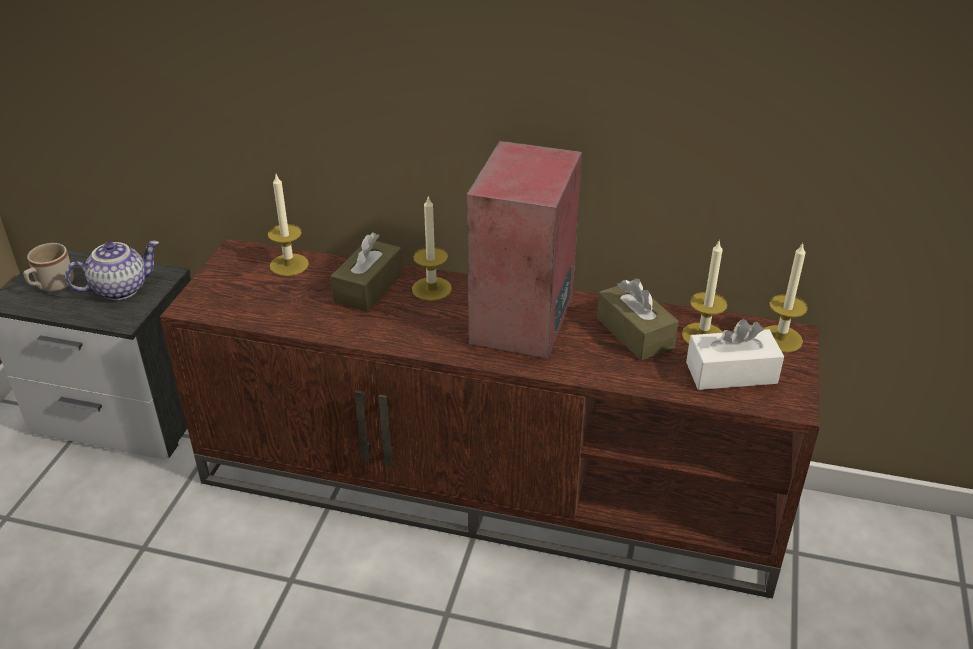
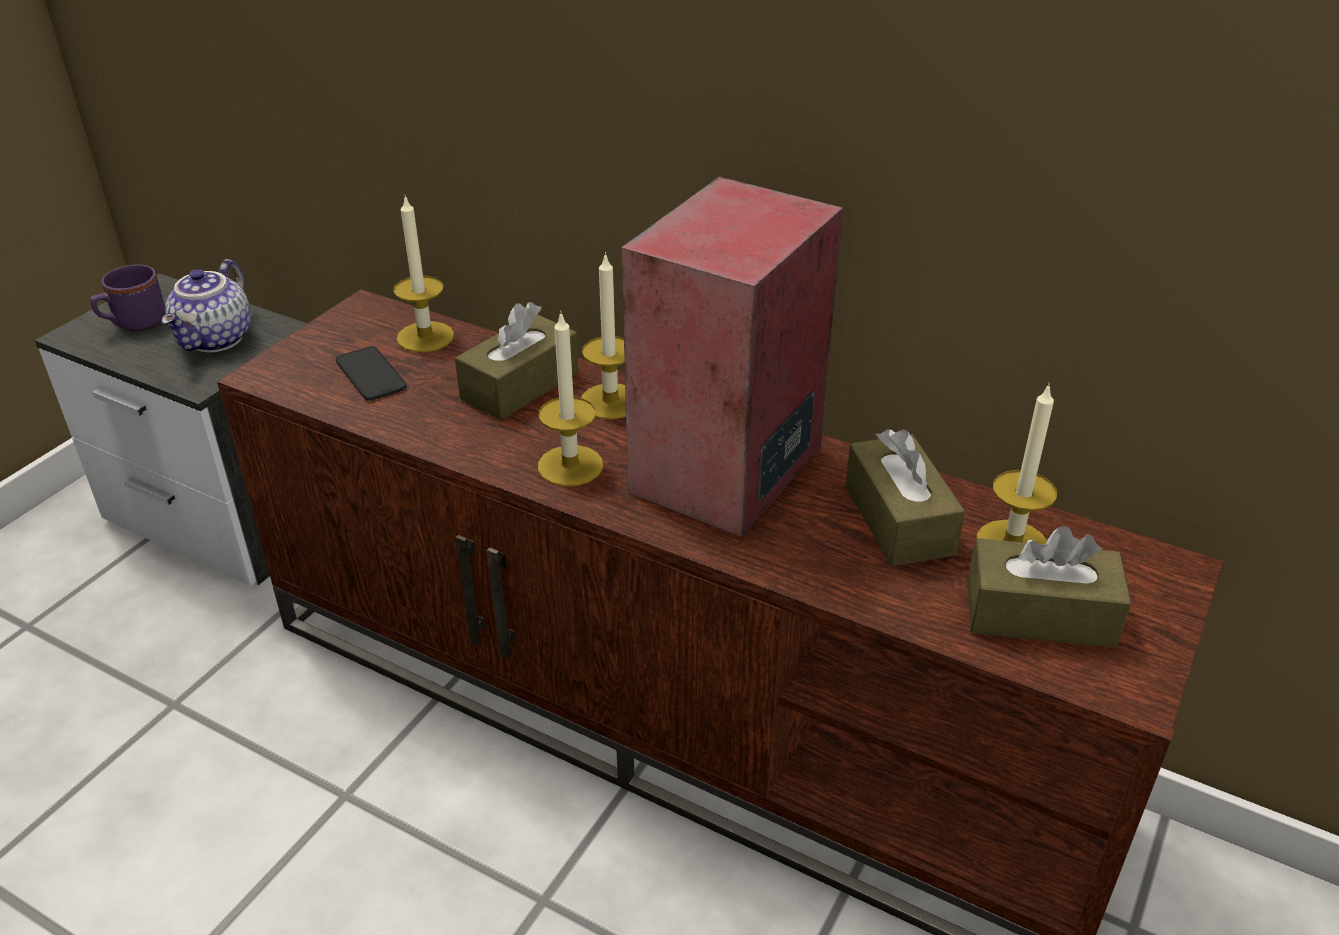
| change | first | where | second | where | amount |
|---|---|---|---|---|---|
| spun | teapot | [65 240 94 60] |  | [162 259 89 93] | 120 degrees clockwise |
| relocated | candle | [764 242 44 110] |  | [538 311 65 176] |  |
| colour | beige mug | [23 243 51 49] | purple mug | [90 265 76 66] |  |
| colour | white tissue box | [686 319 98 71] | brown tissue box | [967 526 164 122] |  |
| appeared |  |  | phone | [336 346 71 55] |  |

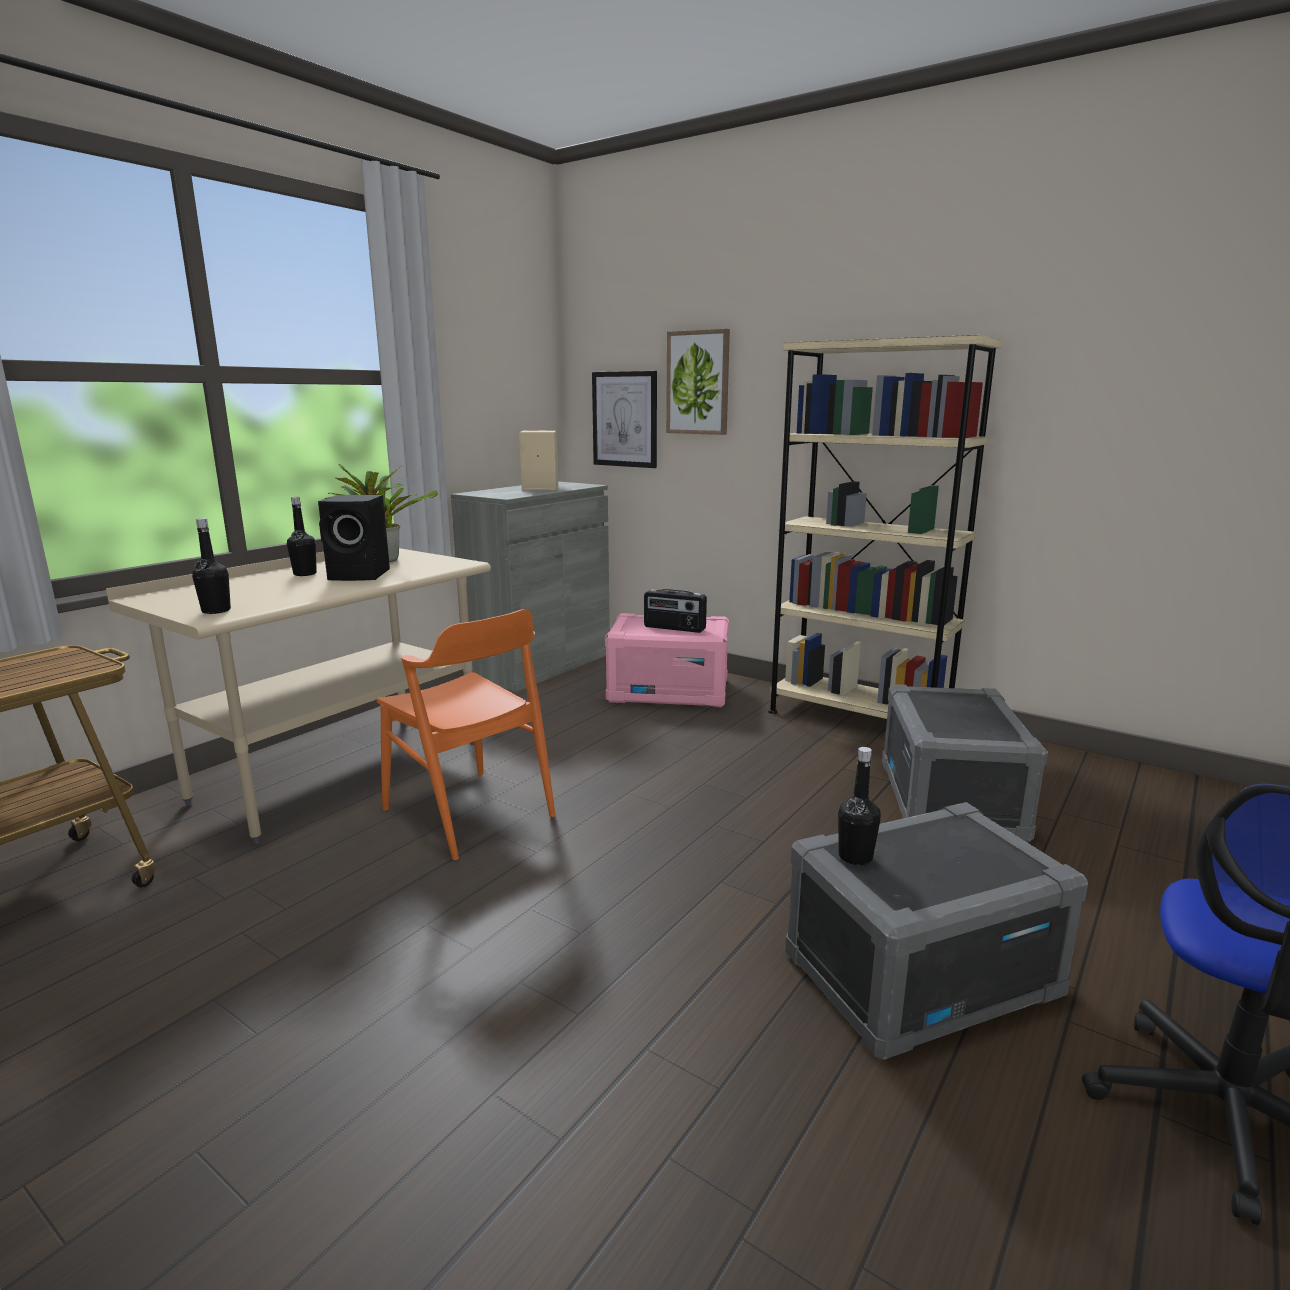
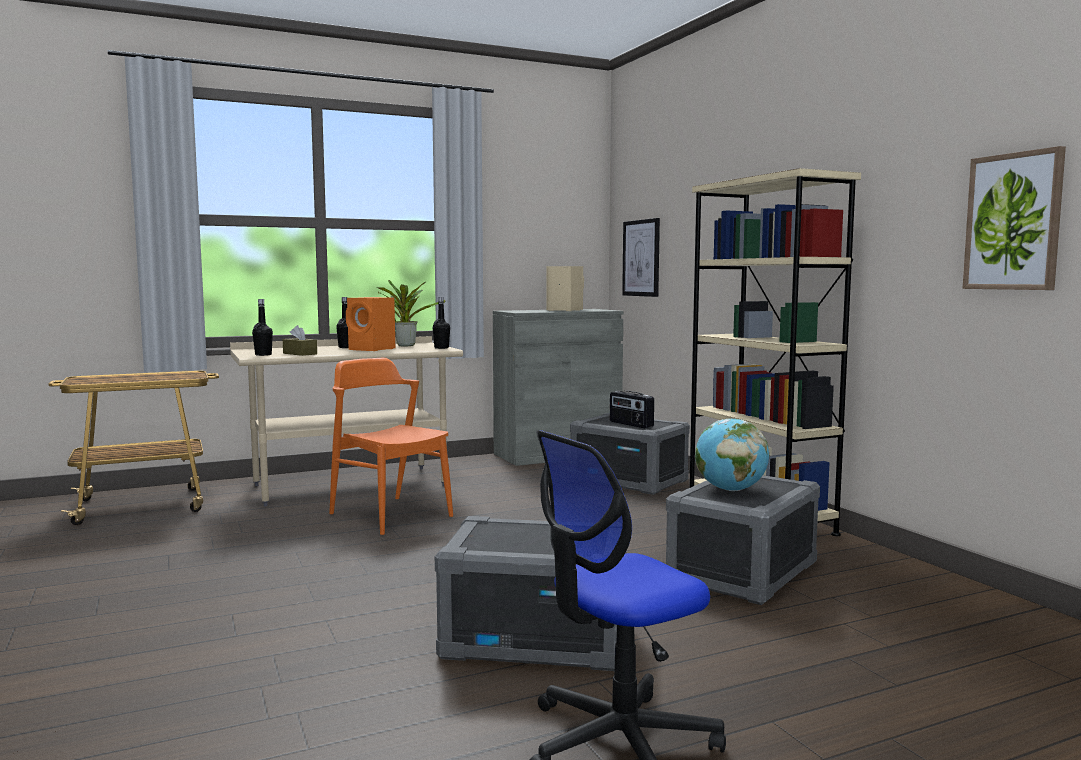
| change | first | where | second | where | amount |
|---|---|---|---|---|---|
| relocated | picture | [666 329 64 106] |  | [962 146 104 144] |  |
| colour | black speaker | [318 495 72 86] | orange speaker | [346 297 49 54] |  |
| spun | orange chair | [377 609 178 251] |  | [329 358 124 177] | 150 degrees clockwise |
| colour | pink storage box | [605 613 124 95] | grey storage box | [570 413 120 82] |  |
| relocated | black bottle | [838 747 43 118] |  | [433 297 17 52] |  |
| appeared |  |  | brown tissue box | [283 325 34 31] |  |
| appeared |  |  | globe | [695 419 74 72] |  |

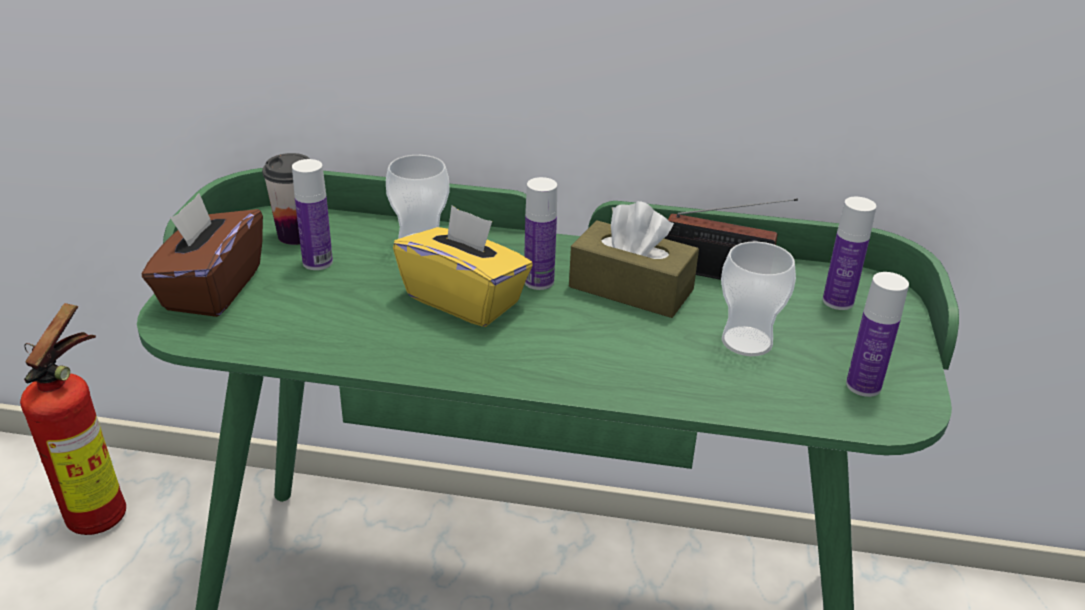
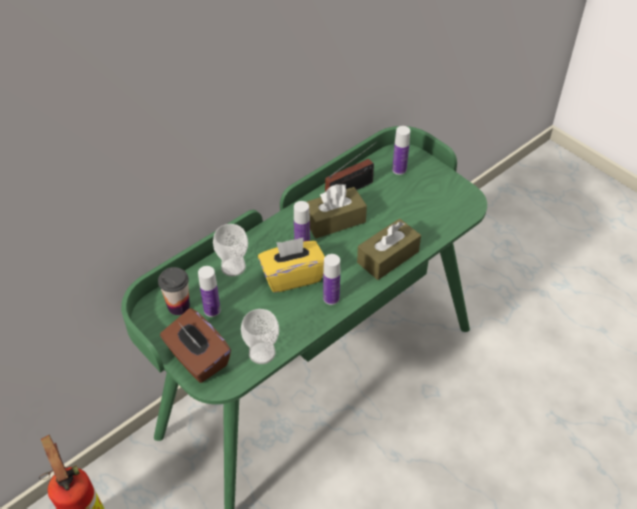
| change | first | where | second | where | amount |
|---|---|---|---|---|---|
| relocated | cup | [721 242 75 114] |  | [241 309 38 55] |  |
| relocated | bottle | [846 272 63 125] |  | [323 254 17 51] |  |
| appeared |  |  | brown tissue box | [357 219 64 61] |  |

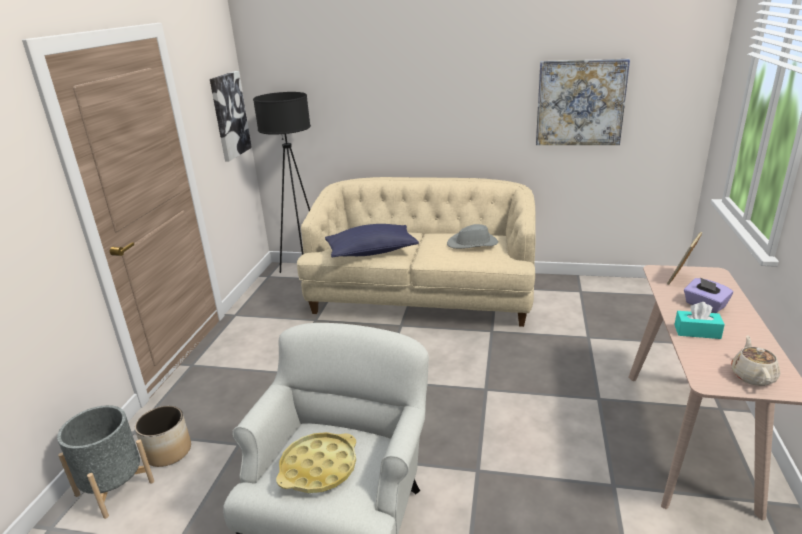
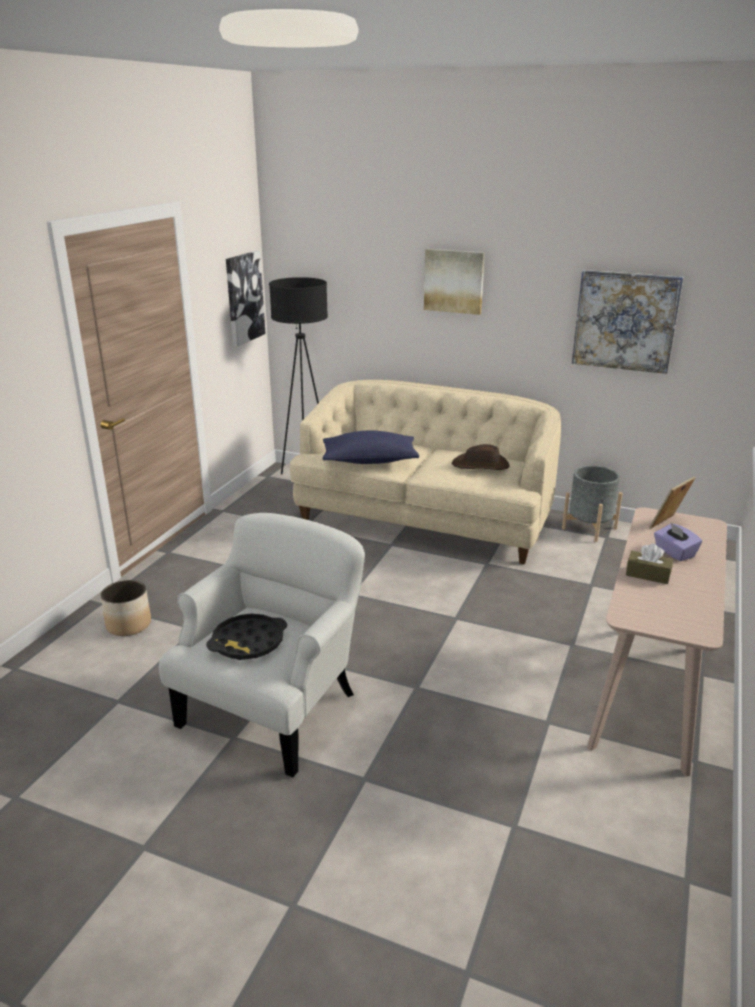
| change | first | where | second | where | amount |
|---|---|---|---|---|---|
| colour | grey hat | [447 224 51 25] | brown hat | [452 444 58 26] |  |
| colour | turquoise tissue box | [674 302 51 37] | brown tissue box | [626 544 47 40] |  |
| missing | beige teapot | [731 335 49 51] |  |  |  |
| relocated | grey planter | [57 405 97 114] |  | [562 466 61 76] |  |
| colour | yellow tray | [276 432 80 61] | black tray | [206 614 81 46] |  |
| appeared |  |  | picture | [424 249 61 66] |  |

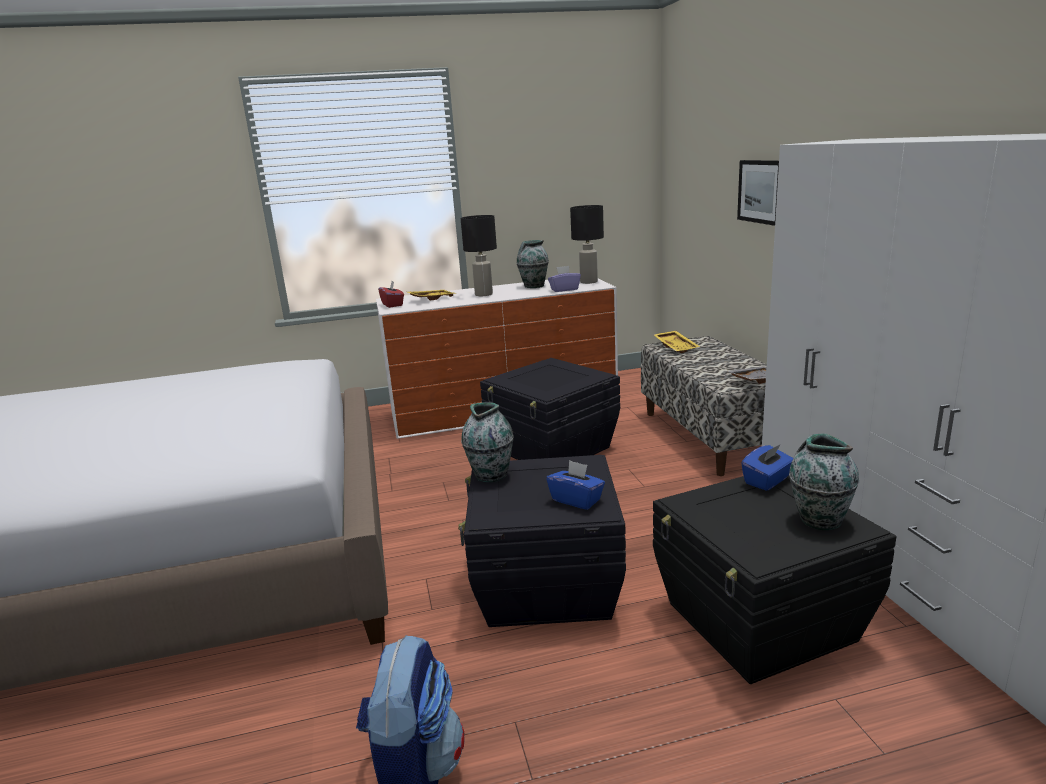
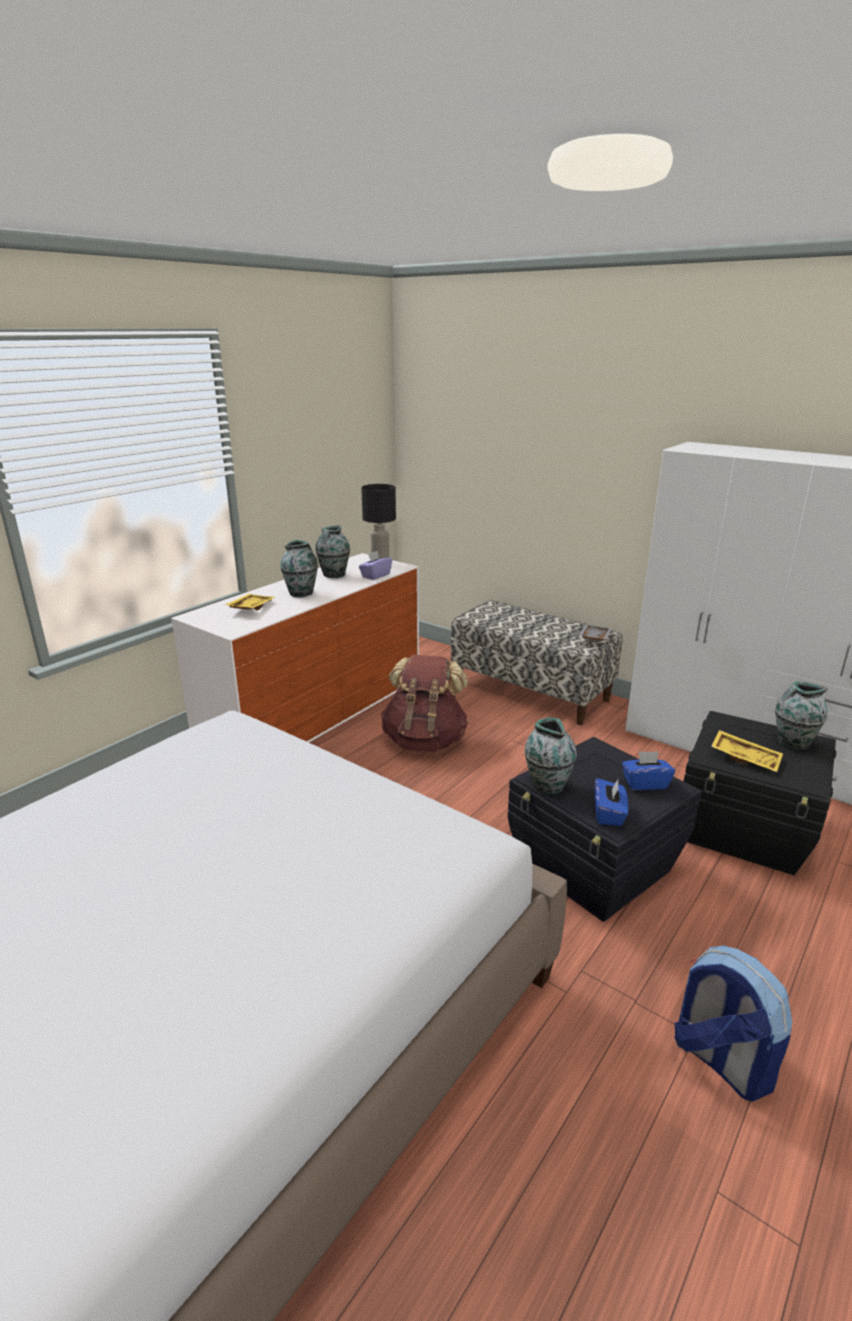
| change | first | where | second | where | amount |
|---|---|---|---|---|---|
| missing | picture | [737 160 42 66] |  |  |  |
| exchanged | black table lamp | [461 215 36 81] | vase | [280 540 38 57] |  |
| missing | red tissue box | [378 281 26 27] |  |  |  |
| relocated | yellow tray | [654 331 46 22] |  | [711 730 72 42] |  |
| exchanged | black storage box | [480 358 140 102] | brown backpack | [381 655 88 97] |  |
| relocated | blue tissue box | [741 444 52 47] |  | [595 778 34 48] |  |

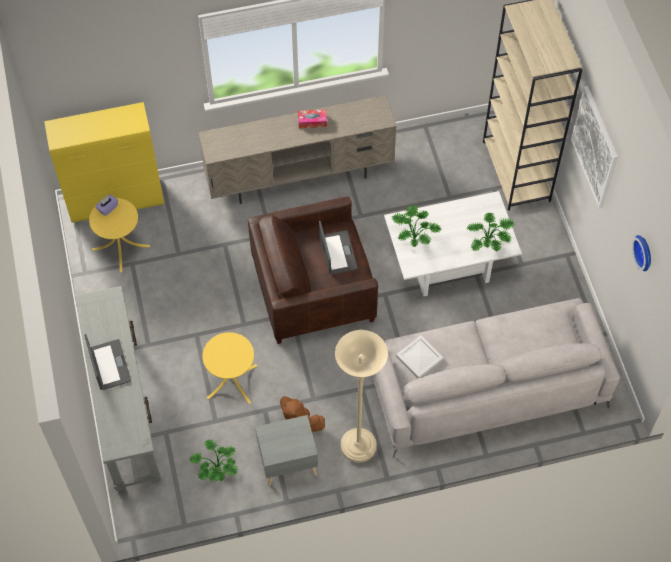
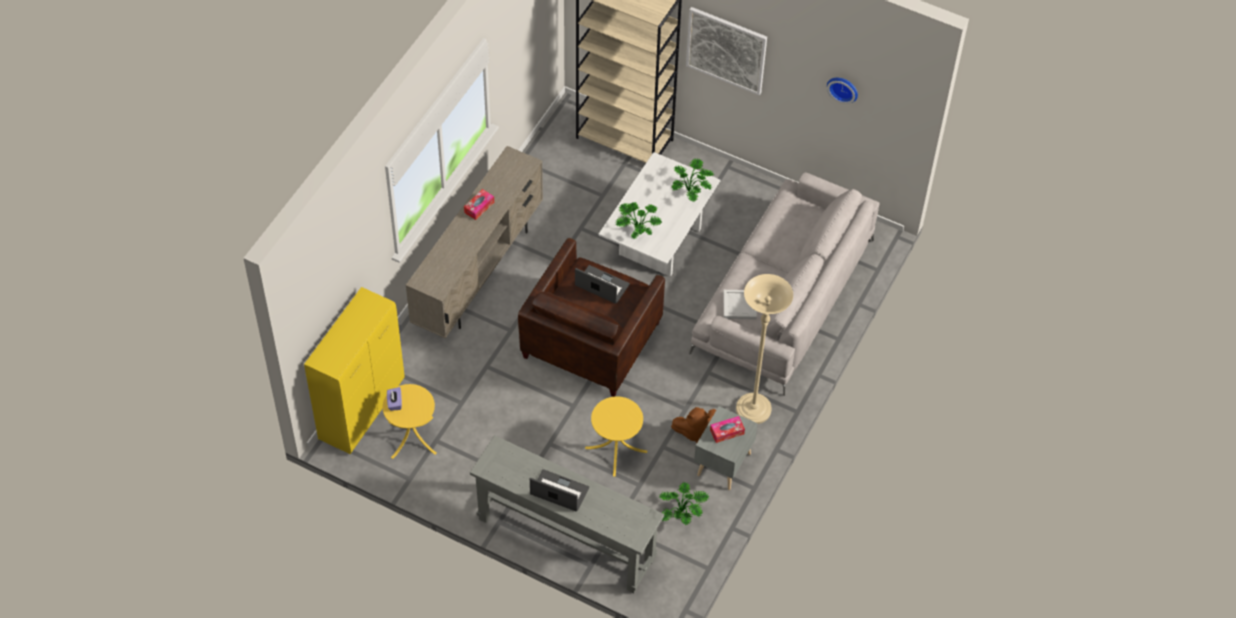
| change | first | where | second | where | amount |
|---|---|---|---|---|---|
| appeared |  |  | tissue box | [710 416 35 27] |  |

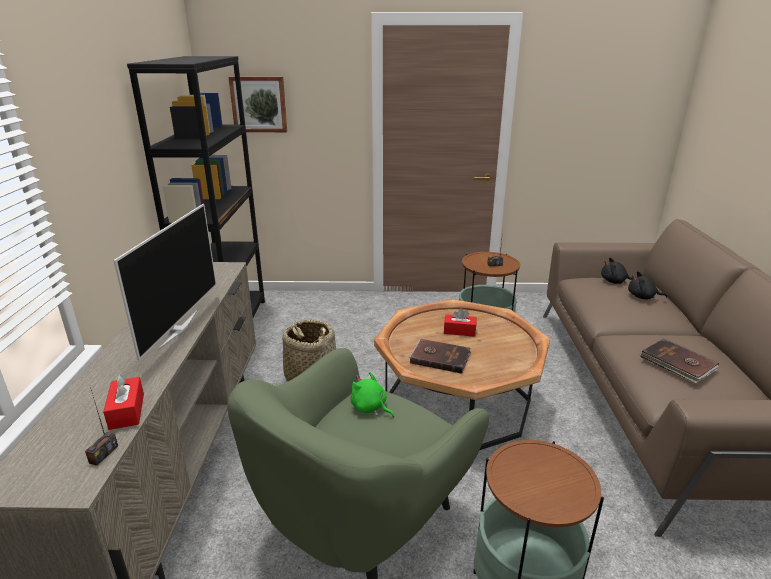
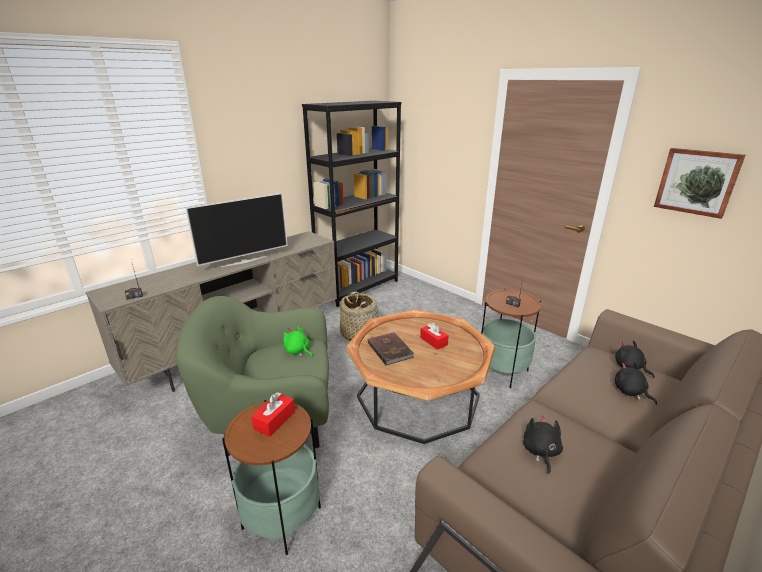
| change | first | where | second | where | amount |
|---|---|---|---|---|---|
| relocated | picture | [228 77 59 55] |  | [654 148 91 71] |  |
| exchanged | brown book | [640 339 79 44] | black plush toy | [523 415 40 59] |  |
| spun | green plush toy | [351 372 43 46] |  | [283 326 30 31] | 45 degrees counterclockwise |
| relocated | red tissue box | [103 373 41 57] |  | [251 392 44 45] |  |

